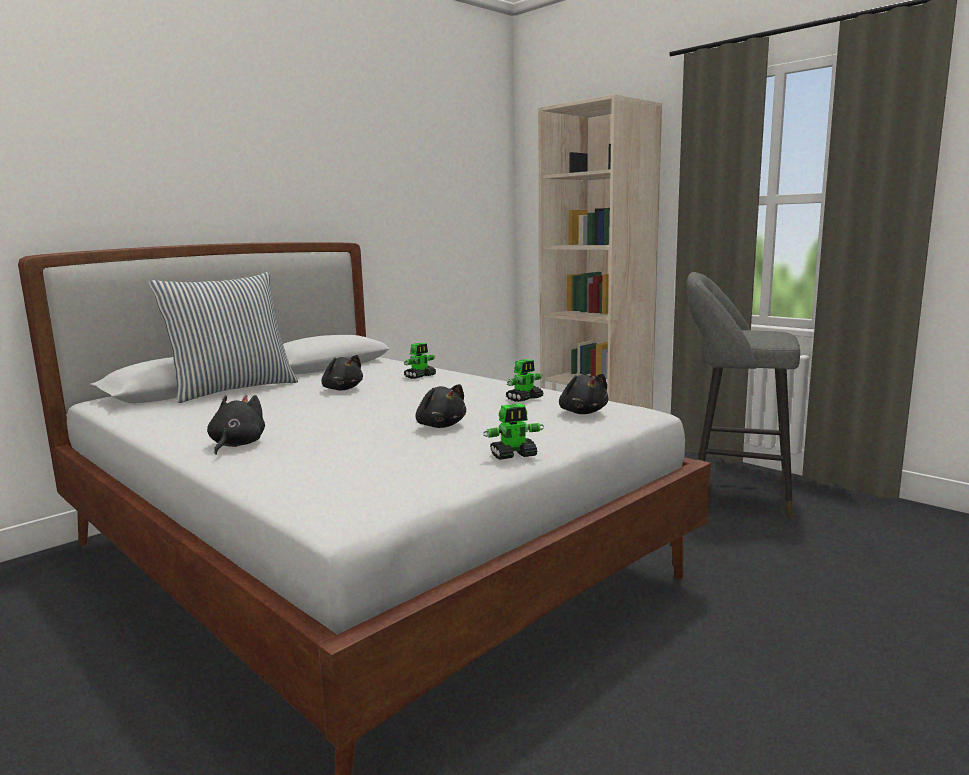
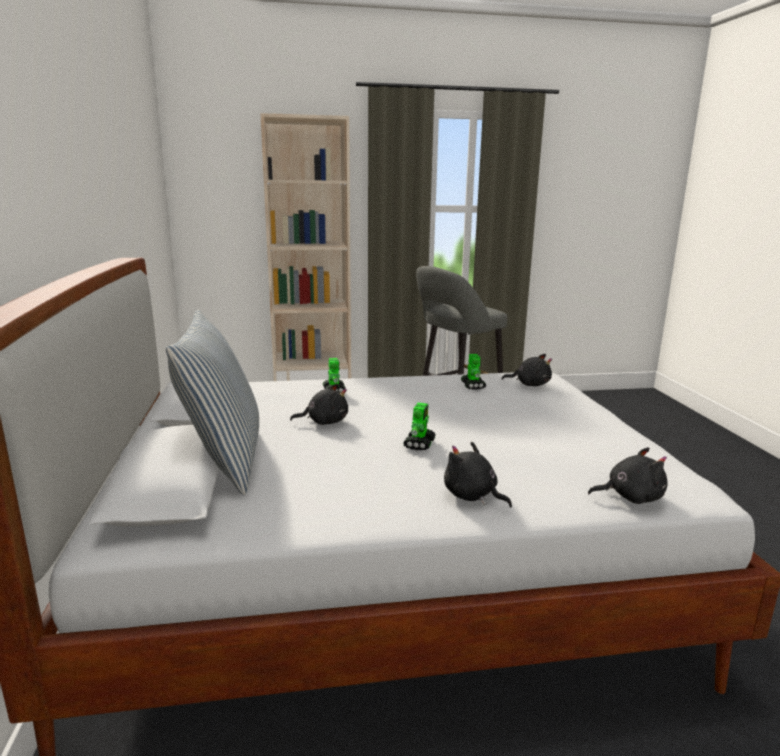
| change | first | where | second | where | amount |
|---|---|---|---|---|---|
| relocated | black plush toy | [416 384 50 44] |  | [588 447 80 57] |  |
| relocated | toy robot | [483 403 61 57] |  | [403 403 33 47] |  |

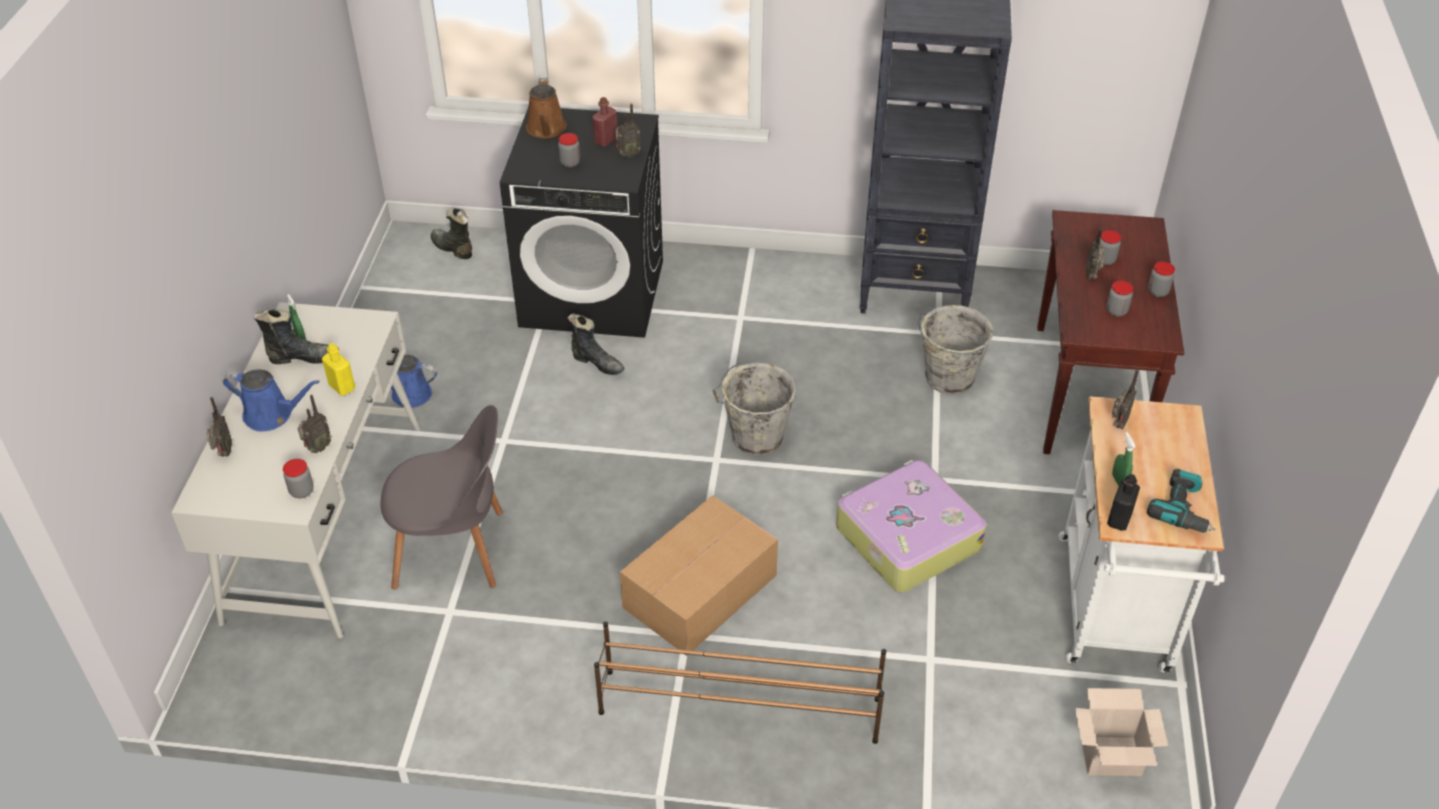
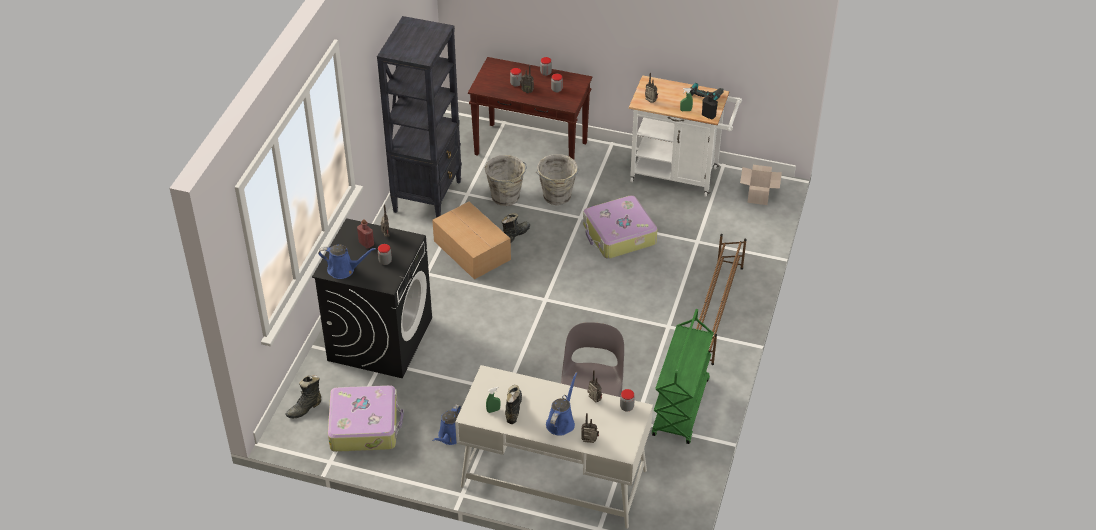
| change | first | where | second | where | amount |
|---|---|---|---|---|---|
| colour | brown watering can | [526 78 41 60] | blue watering can | [318 245 58 34] |  |
| relocated | black boot | [568 314 57 61] |  | [502 213 28 29] |  |
| missing | yellow bottle | [322 343 33 53] |  |  |  |
| relocated | grey bucket | [713 362 84 94] |  | [536 154 43 51] |  |
| relocated | cardboard box | [620 495 158 161] |  | [432 201 79 78] |  |
| appeared |  |  | green cart | [652 309 62 135] |  |
| appeared |  |  | suitcase | [328 385 76 67] |  |

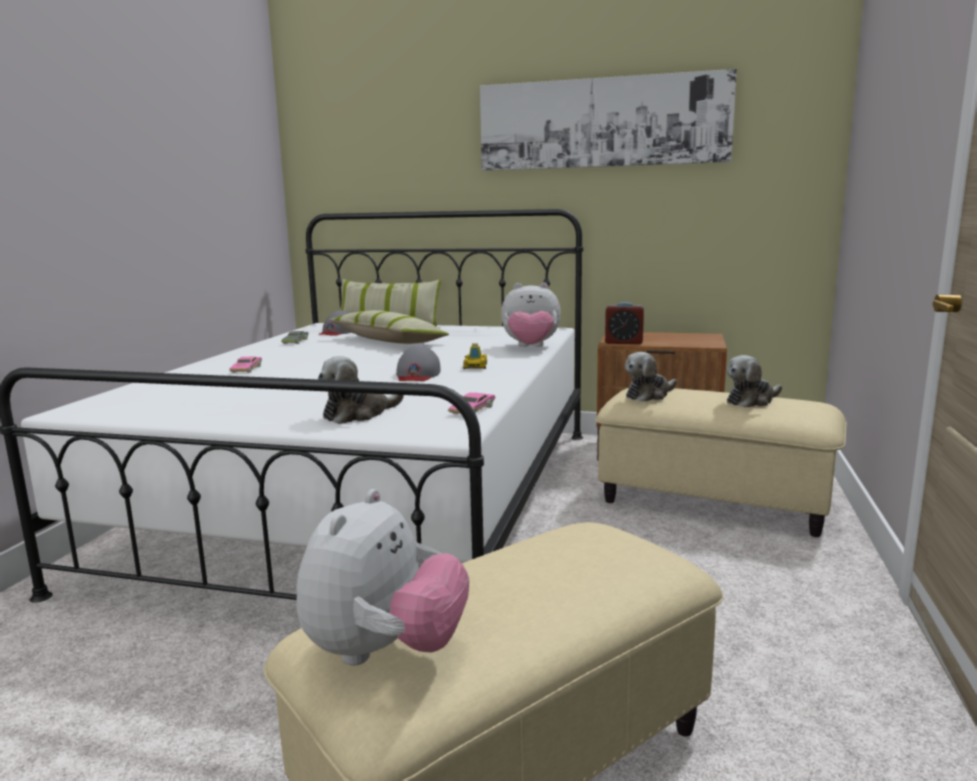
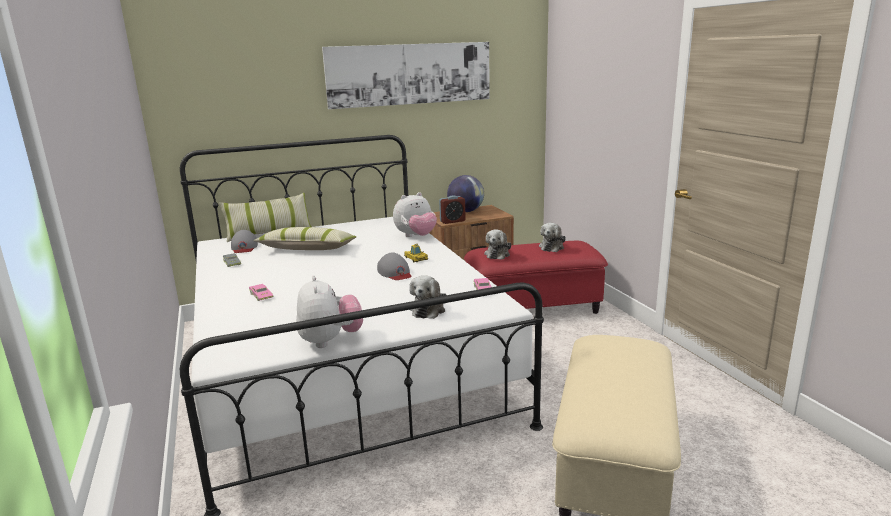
| change | first | where | second | where | amount |
|---|---|---|---|---|---|
| colour | beige ottoman | [595 388 252 149] | red ottoman | [464 241 144 73] |  |
| relocated | plush toy | [296 489 173 177] |  | [296 276 67 72] |  |
| appeared |  |  | globe | [447 175 37 37] |  |

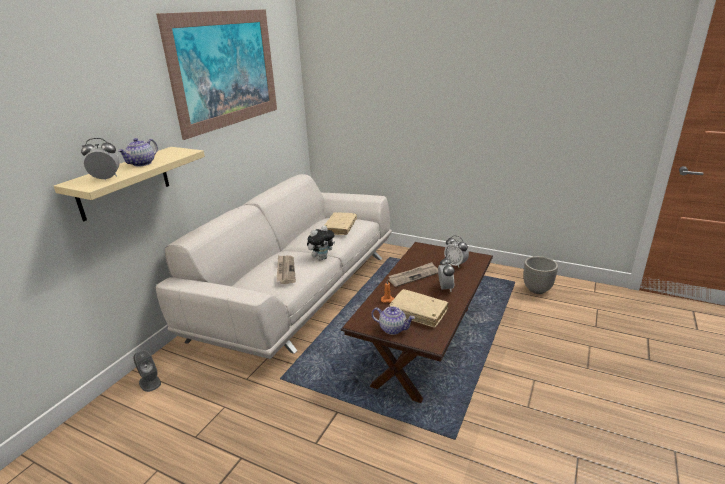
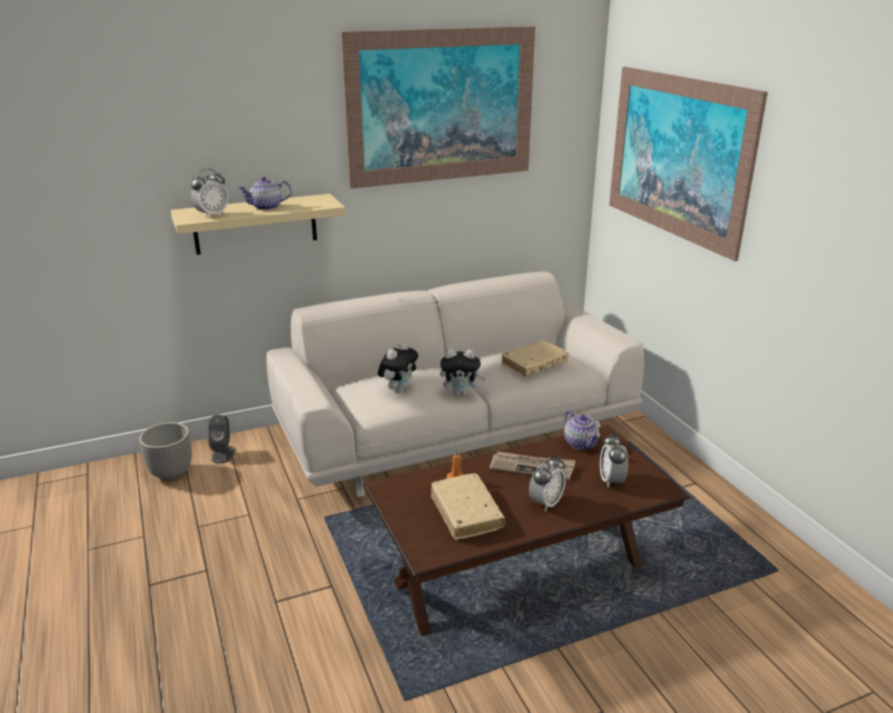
| change | first | where | second | where | amount |
|---|---|---|---|---|---|
| spun | alarm clock | [81 138 39 42] |  | [191 169 37 49] | 105 degrees clockwise |
| exchanged | newspaper | [276 255 20 29] | plush toy | [378 342 40 51] |  |
| relocated | planter | [524 256 34 38] |  | [139 422 53 59] |  |
| relocated | teapot | [371 306 44 29] |  | [564 410 36 40] |  |
| appeared |  |  | picture | [609 67 159 194] |  |

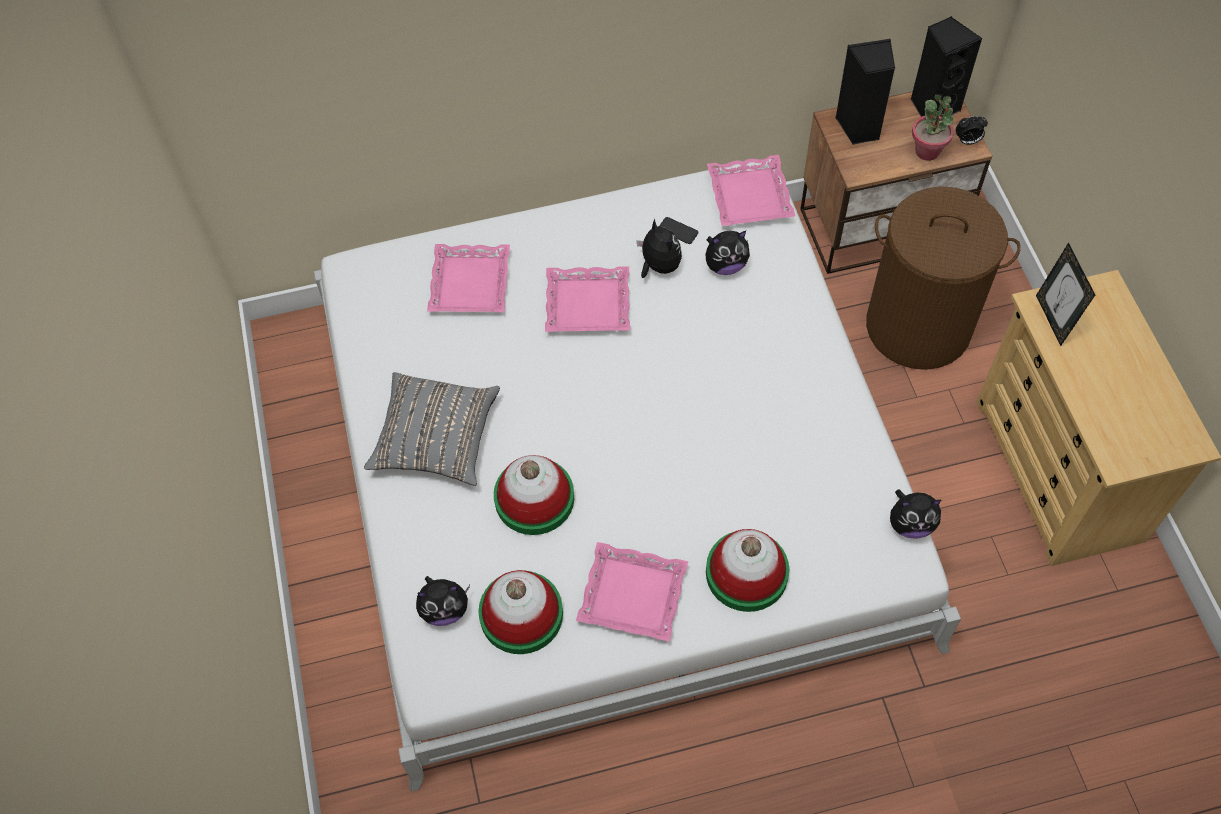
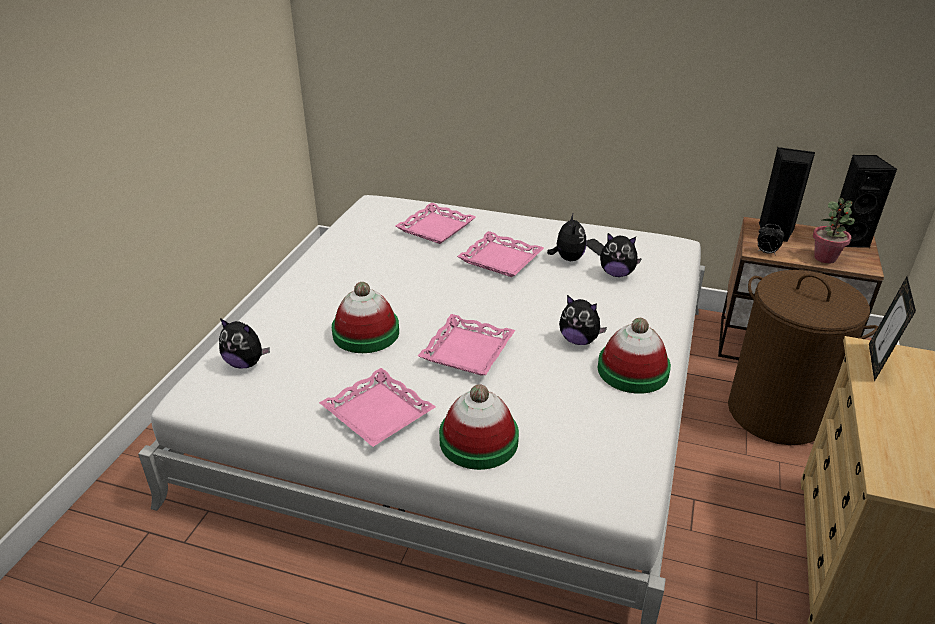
| change | first | where | second | where | amount |
|---|---|---|---|---|---|
| relocated | alarm clock | [956 116 32 29] |  | [758 224 27 30] |  |
| relocated | pink tray | [707 155 88 71] |  | [418 314 97 62] |  |
| missing | grey pillow | [364 372 136 114] |  |  |  |
| relocated | plush toy | [890 489 51 50] |  | [559 295 48 50] |  |
| relocated | hat | [478 570 85 84] |  | [598 318 73 76] |  |

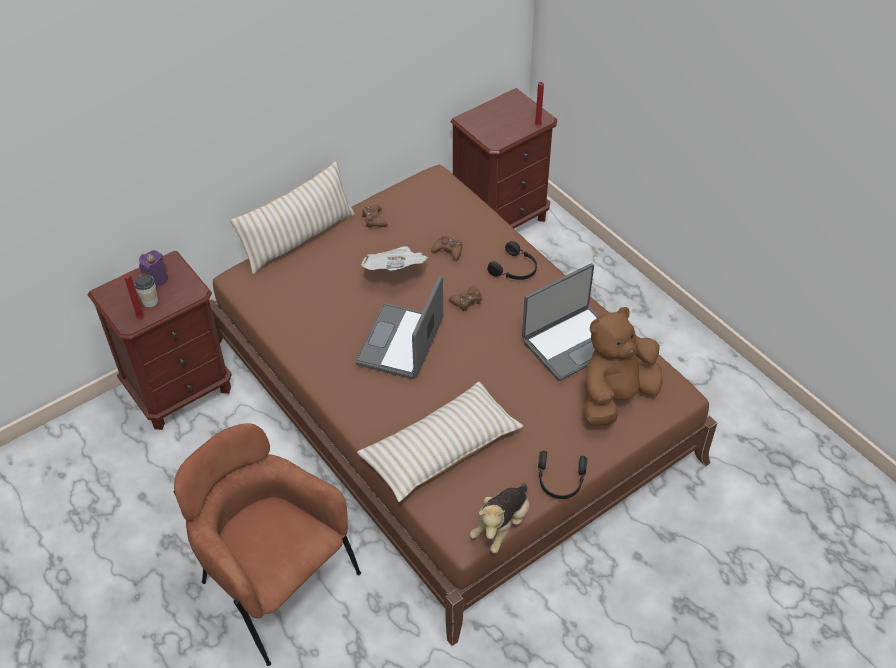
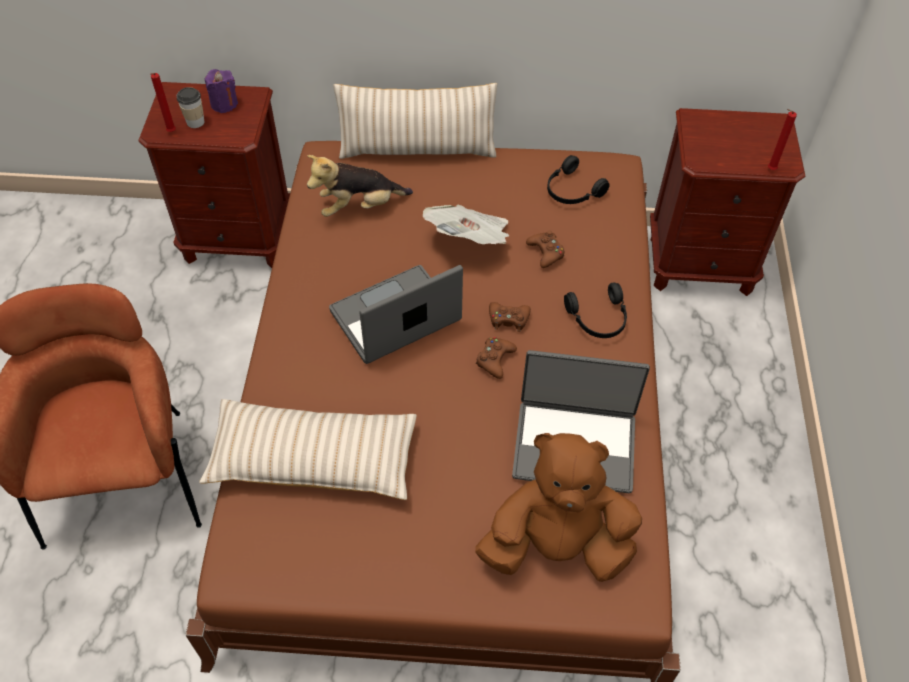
| change | first | where | second | where | amount |
|---|---|---|---|---|---|
| relocated | brown game controller | [362 205 25 23] |  | [476 337 41 42] |  |
| relocated | black headphones | [538 451 50 48] |  | [547 155 63 49] |  |
| relocated | plush toy | [470 483 60 70] |  | [307 155 106 62] |  |

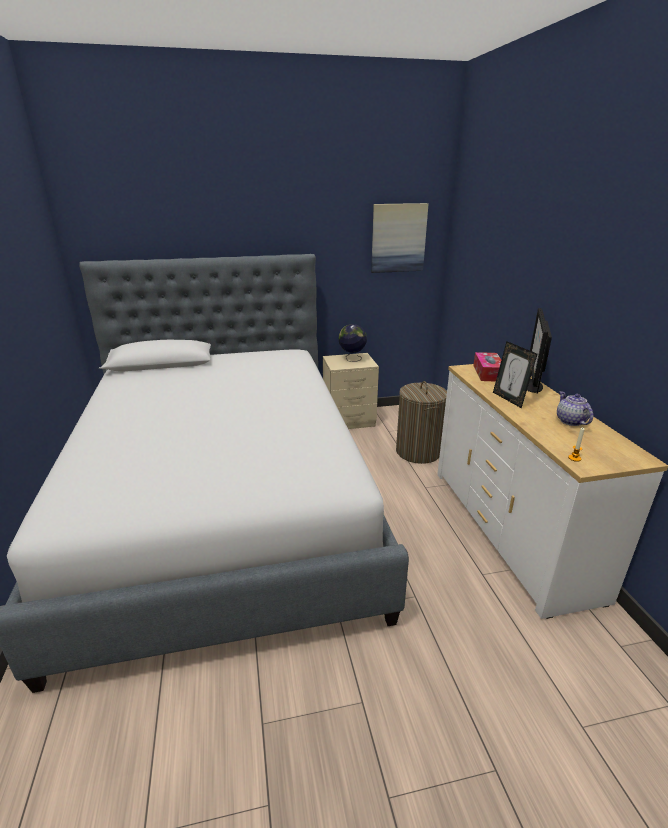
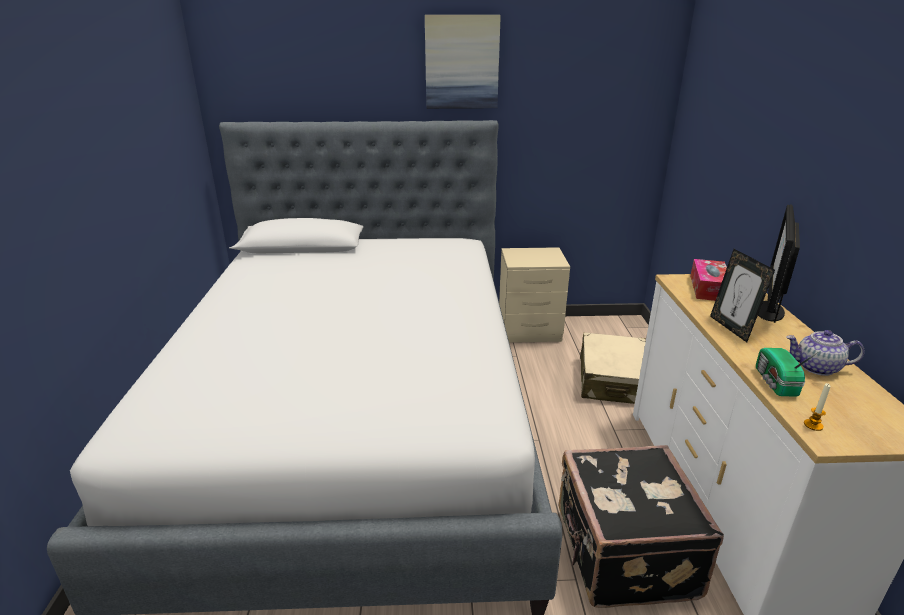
| change | first | where | second | where | amount |
|---|---|---|---|---|---|
| relocated | picture | [371 203 57 70] |  | [425 15 76 94] |  |
| missing | globe | [339 324 28 38] |  |  |  |
| exchanged | laundry basket | [396 381 51 83] | beige suitcase | [580 332 66 72] |  |
| spun | teapot | [557 391 36 35] |  | [786 330 79 46] | 75 degrees counterclockwise |
| appeared |  |  | radio | [756 348 62 49] |  |
| appeared |  |  | black suitcase | [559 445 165 163] |  |

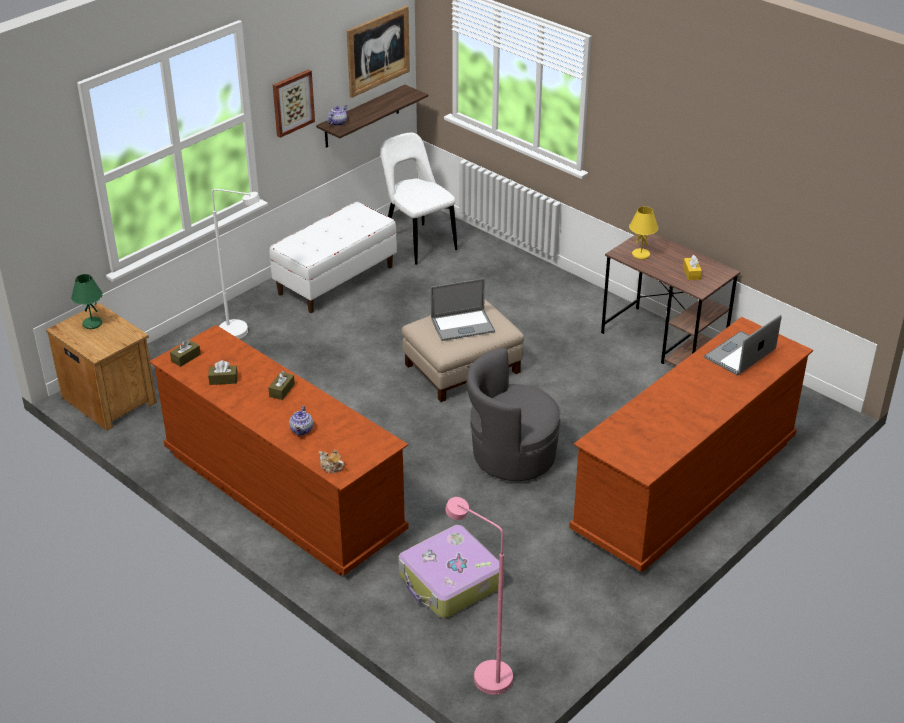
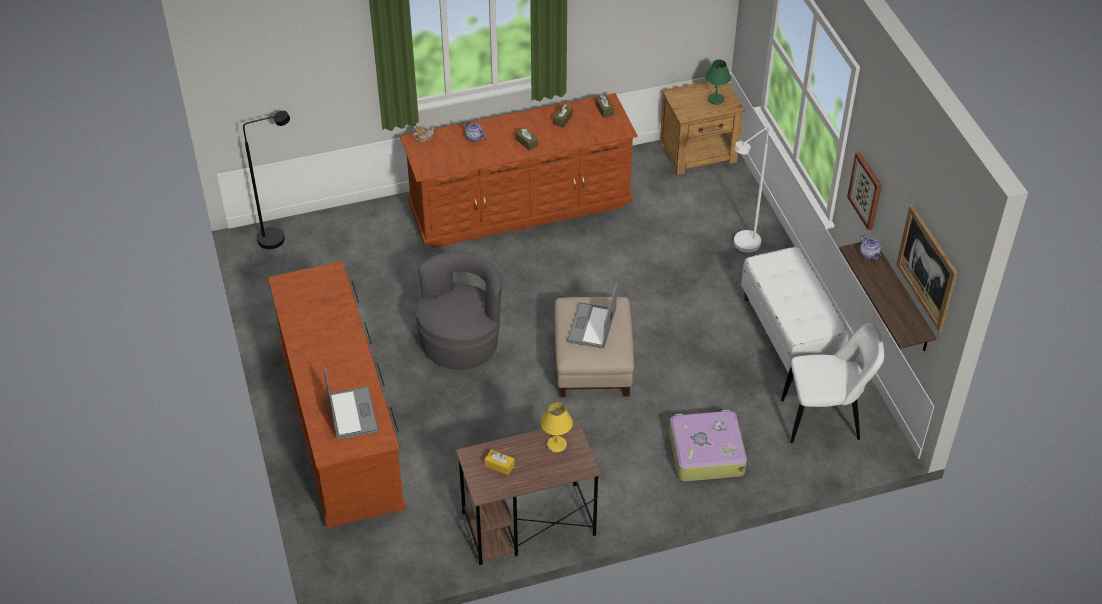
| change | first | where | second | where | amount |
|---|---|---|---|---|---|
| colour | pink floor lamp | [445 497 68 198] | black floor lamp | [243 111 47 138] |  |
| relocated | suitcase | [399 525 105 93] |  | [669 410 78 71] |  |

